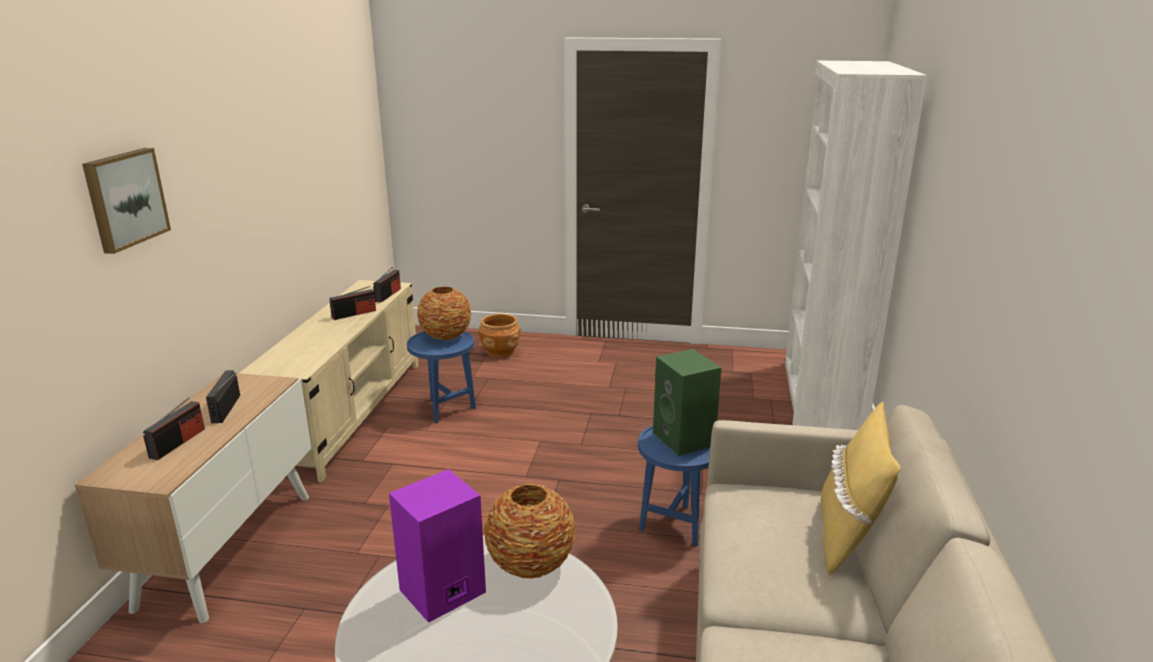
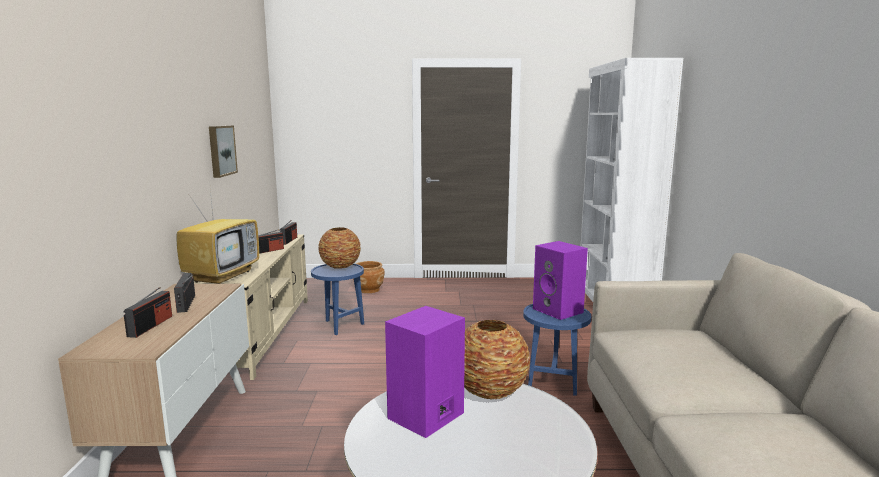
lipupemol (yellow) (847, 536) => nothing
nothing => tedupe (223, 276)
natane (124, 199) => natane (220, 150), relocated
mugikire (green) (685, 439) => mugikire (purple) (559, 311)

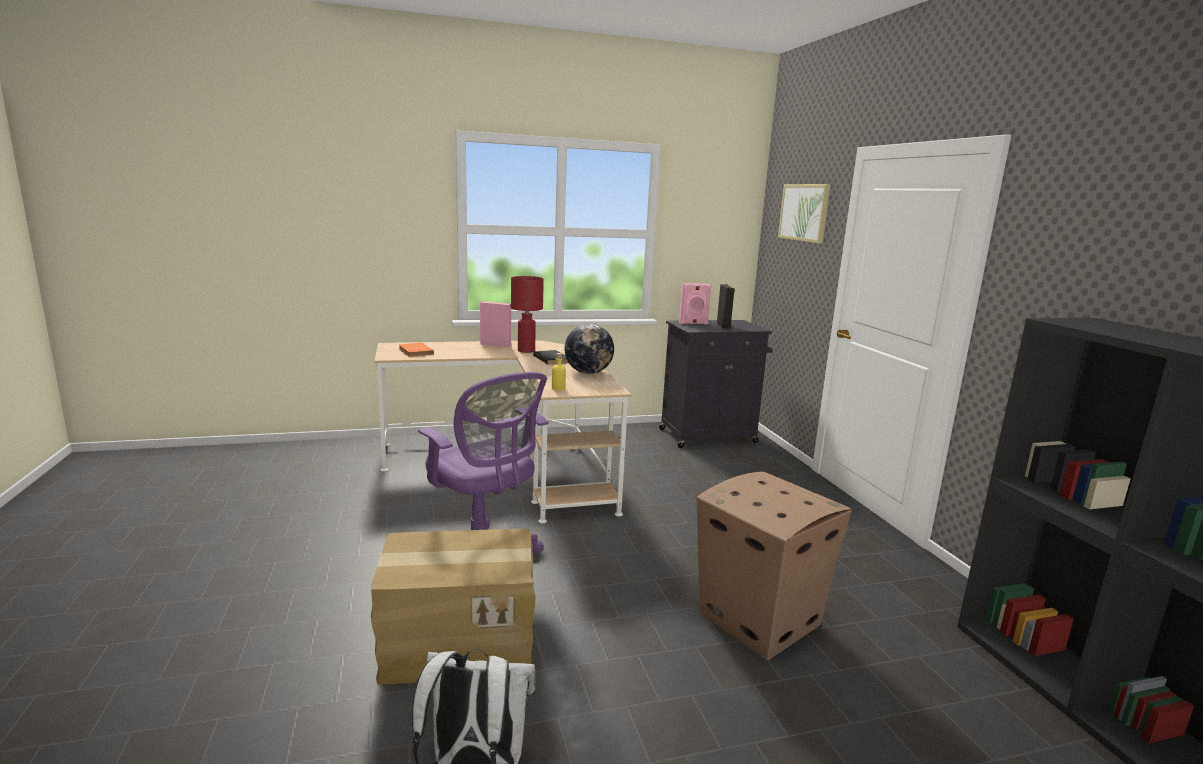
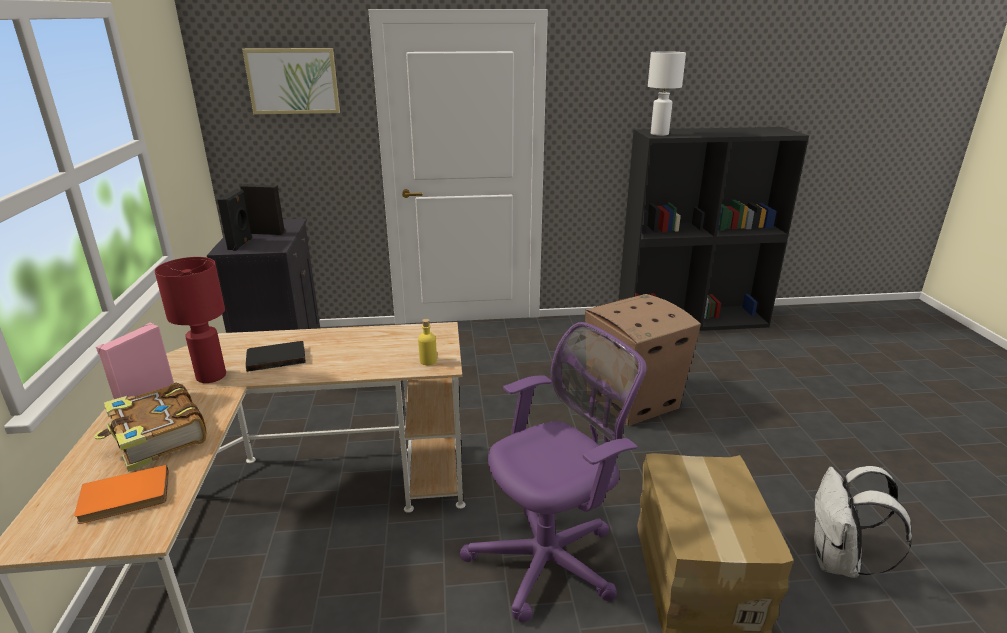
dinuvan (588, 373) => nothing
nothing => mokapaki (157, 438)
nothing => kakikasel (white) (659, 134)
mugikire (pink) (693, 323) => mugikire (black) (241, 244)

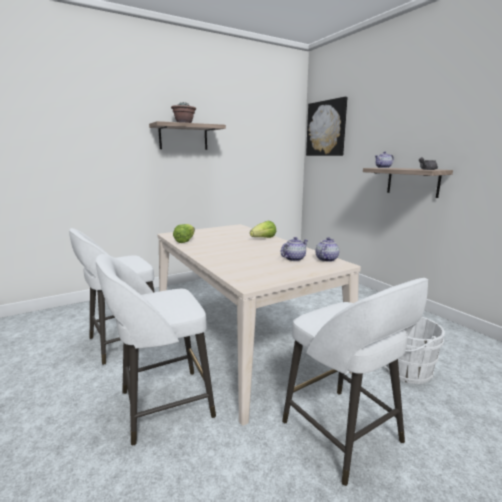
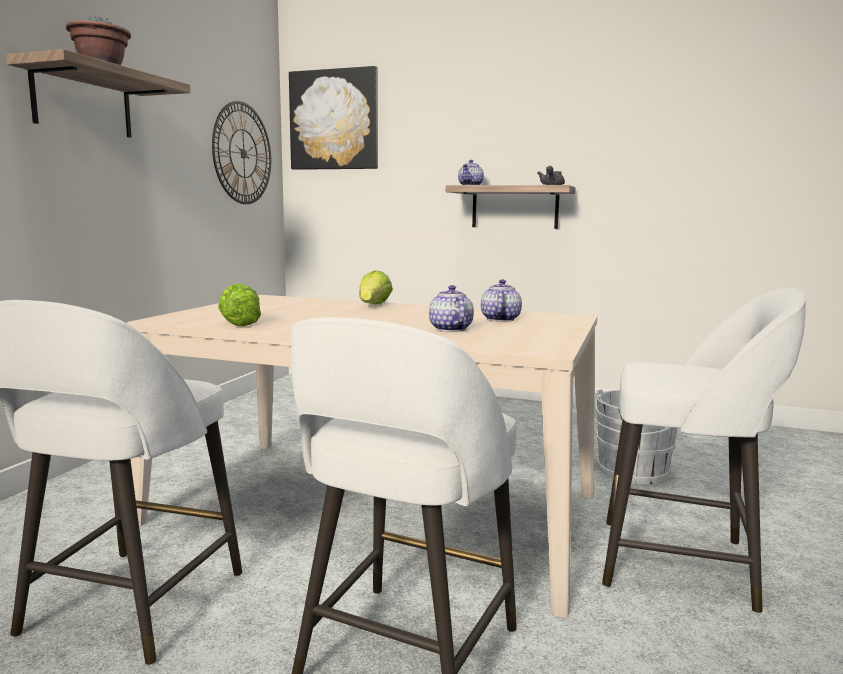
nothing => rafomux (243, 153)
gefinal (326, 259) => gefinal (449, 329), relocated

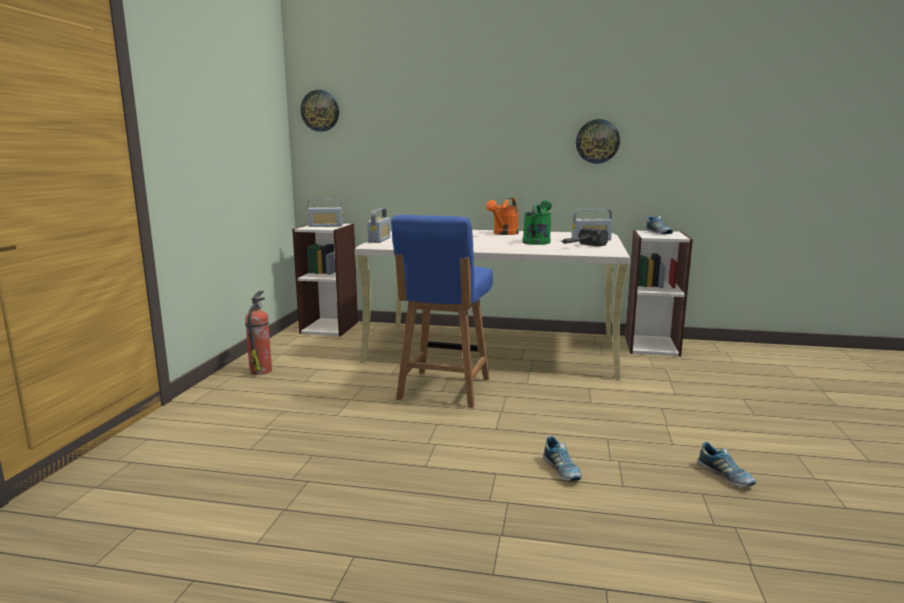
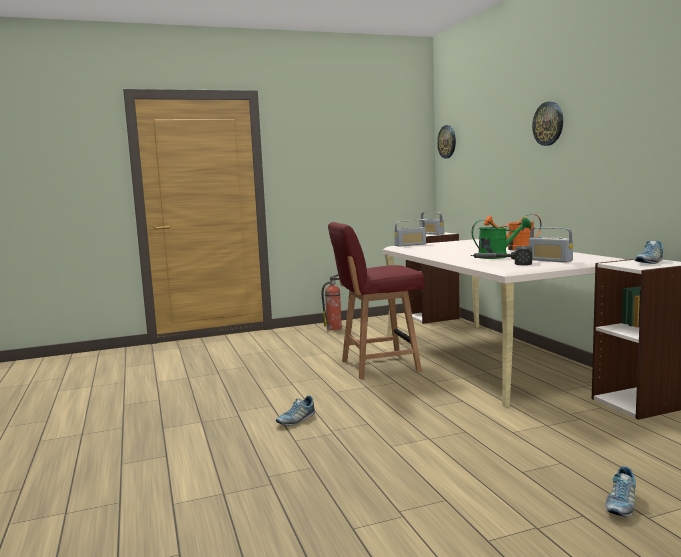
rafomux (597, 141) => rafomux (548, 123), relocated
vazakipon (725, 476) => vazakipon (621, 504), relocated
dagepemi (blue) (443, 389) => dagepemi (red) (378, 366)

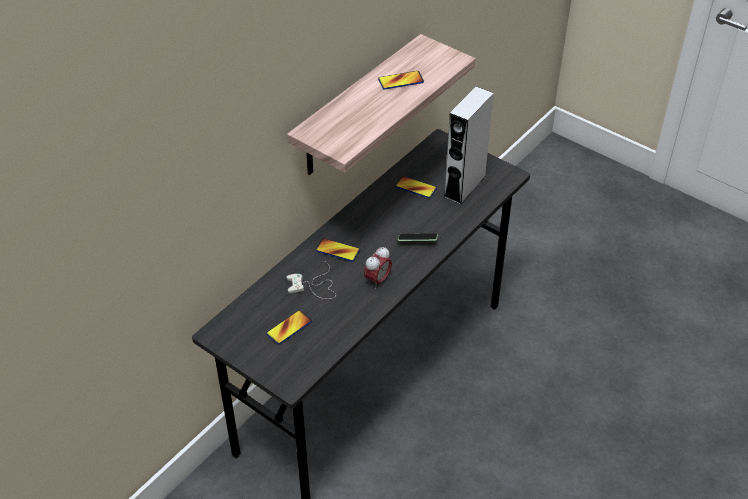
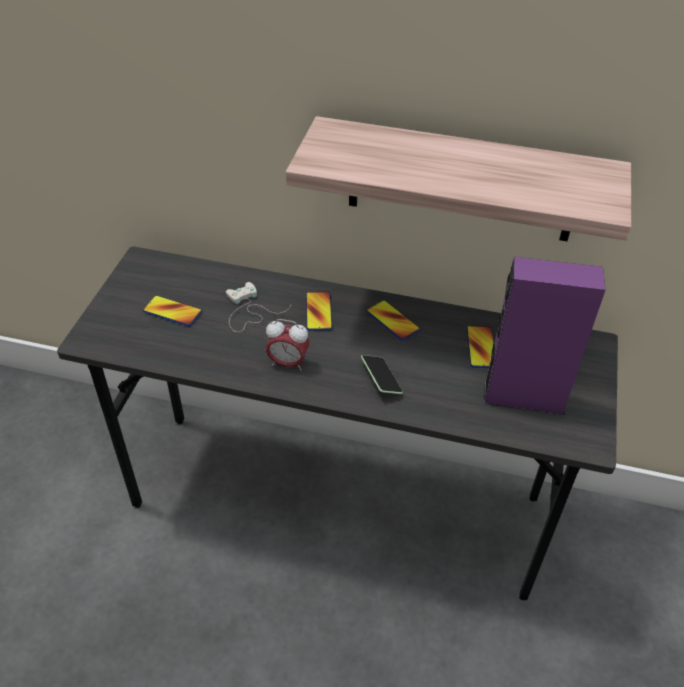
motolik (401, 81) => motolik (393, 321), relocated
mugikire (grey) (464, 186) => mugikire (purple) (523, 397)

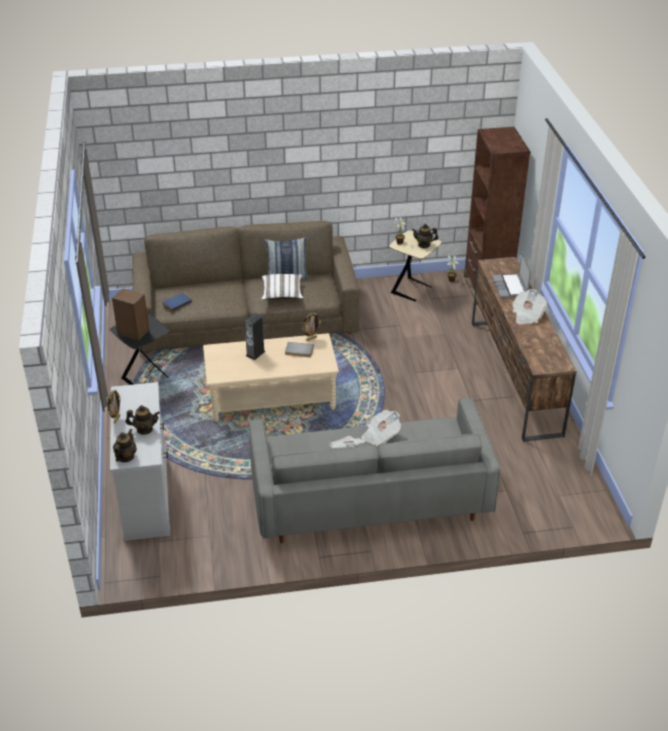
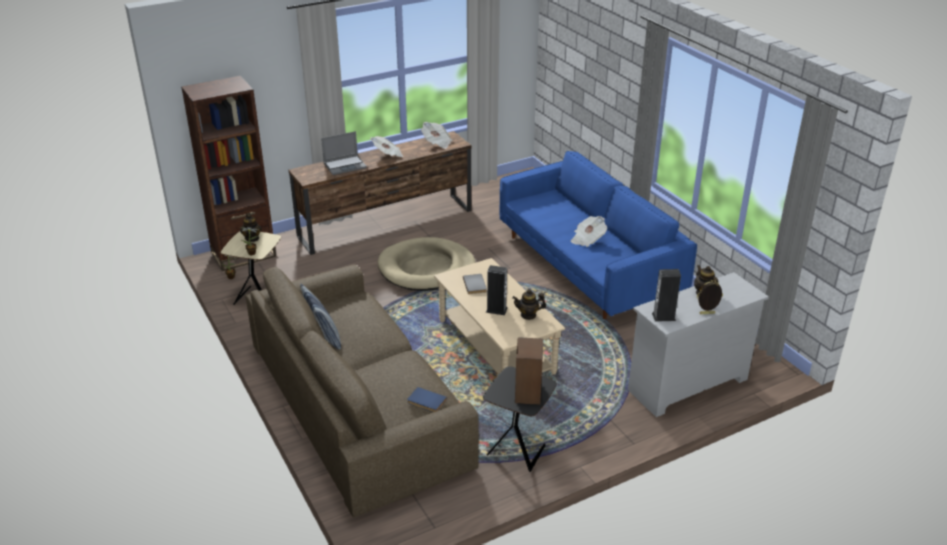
lipupemol (white) (282, 294) => nothing
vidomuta (311, 338) => nothing
nothing => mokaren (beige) (426, 268)
nothing => mugikire (663, 317)
gefinal (125, 457) => gefinal (528, 315), relocated
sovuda (380, 436) => sovuda (437, 143), relocated
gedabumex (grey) (369, 498) => gedabumex (blue) (588, 265)

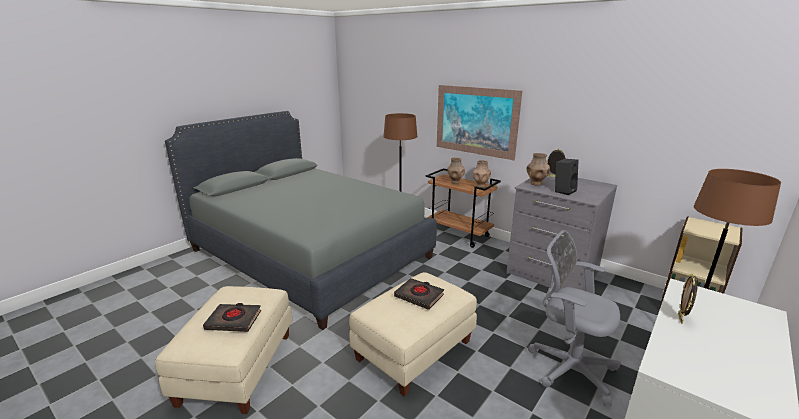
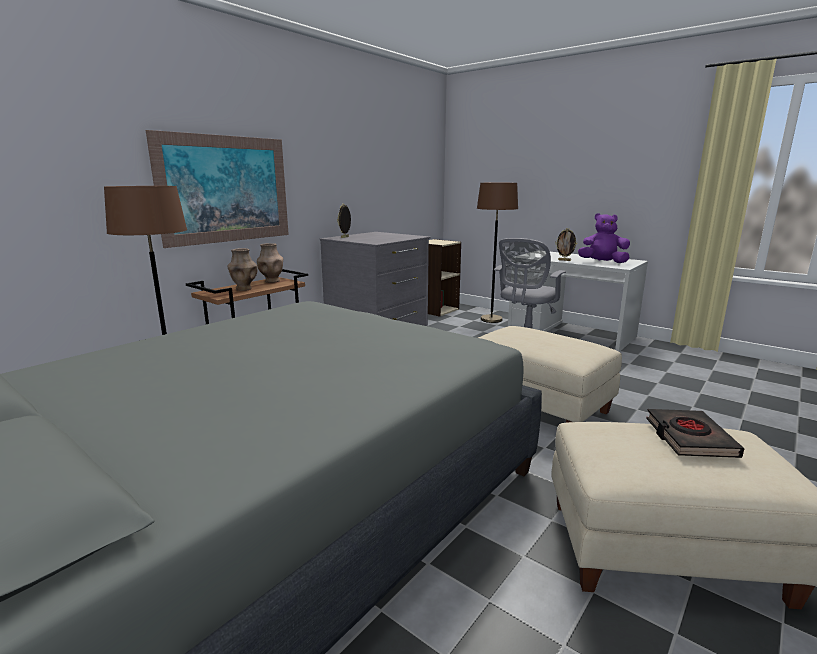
mokapaki (black) (419, 296) => nothing
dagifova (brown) (536, 183) => nothing
mugikire (black) (563, 191) => nothing
nothing => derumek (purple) (602, 262)

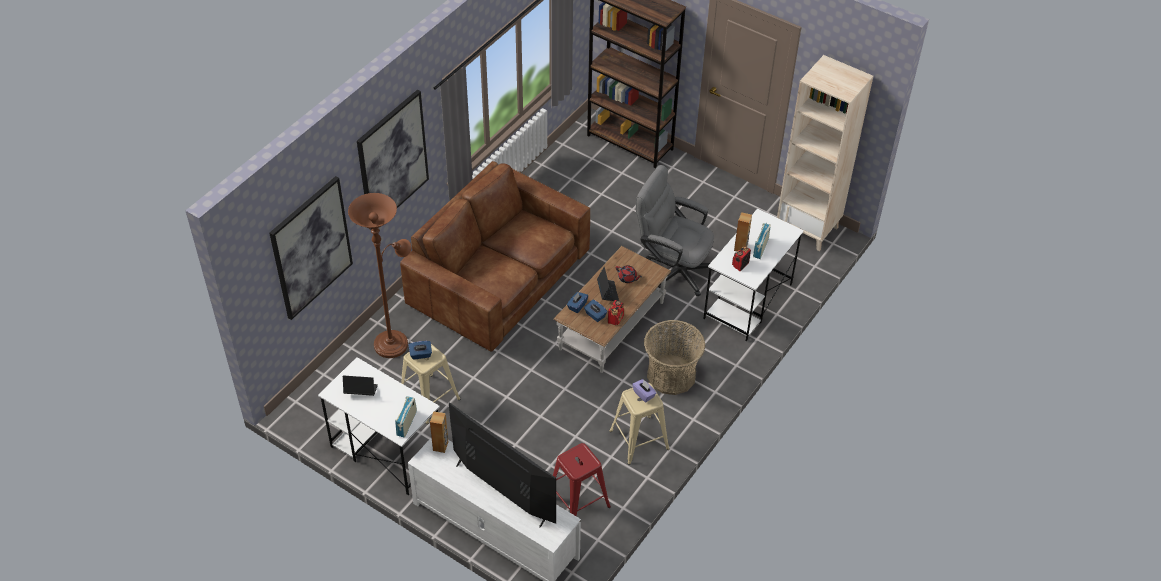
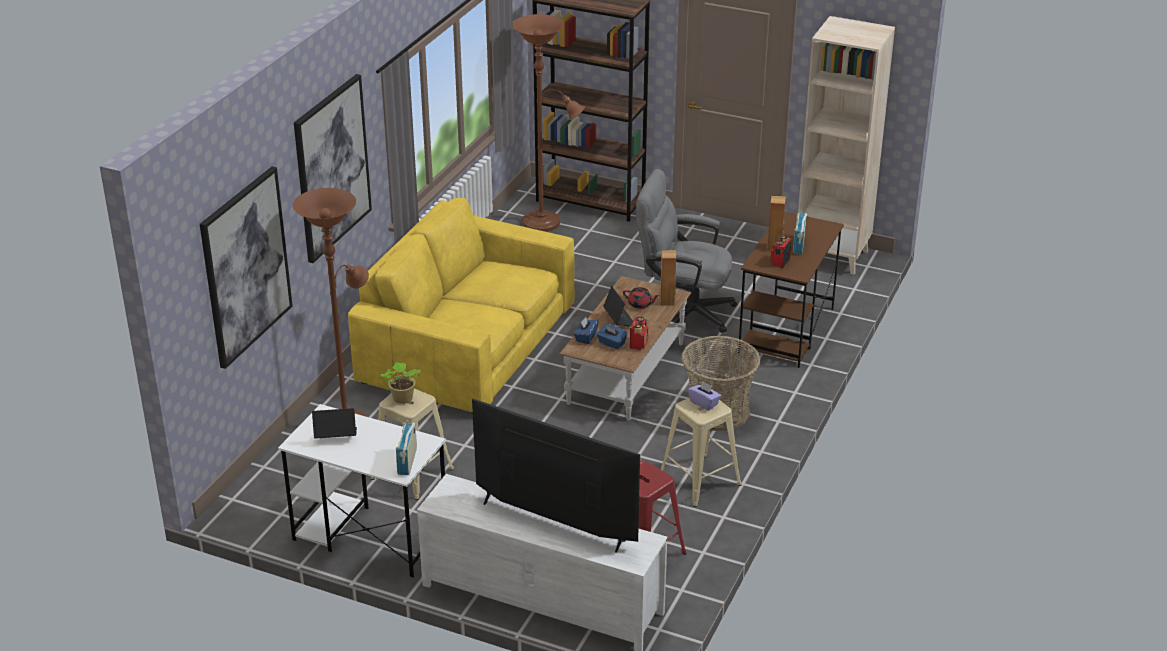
nothing => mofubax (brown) (546, 223)
mugikire (brown) (441, 446) => mugikire (brown) (667, 301), relocated
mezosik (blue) (421, 354) => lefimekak (402, 399)
gedabumex (brown) (498, 277) => gedabumex (yellow) (467, 343)
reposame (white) (747, 302) => reposame (brown) (786, 331)

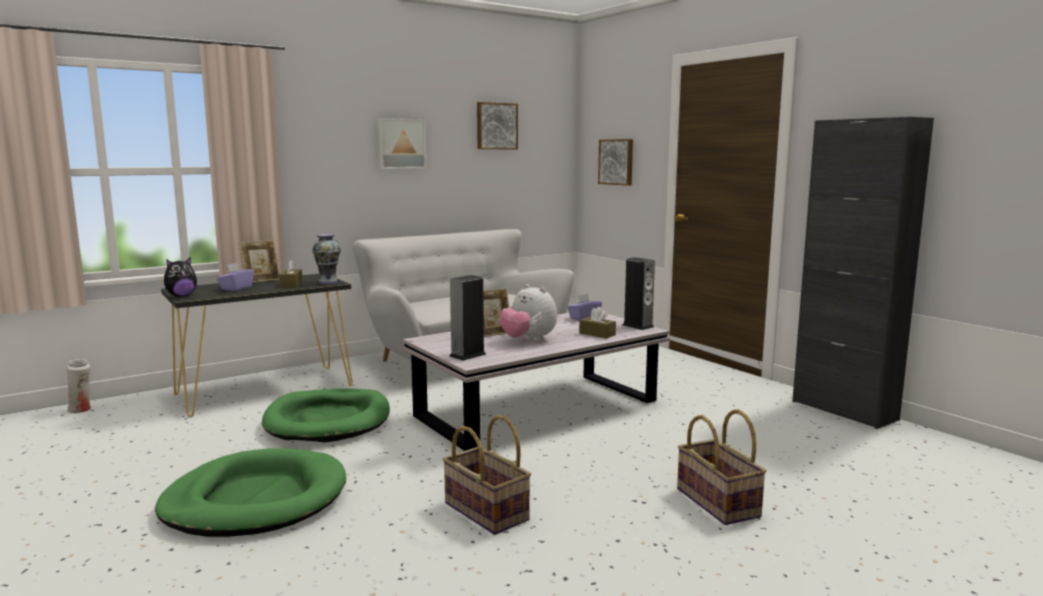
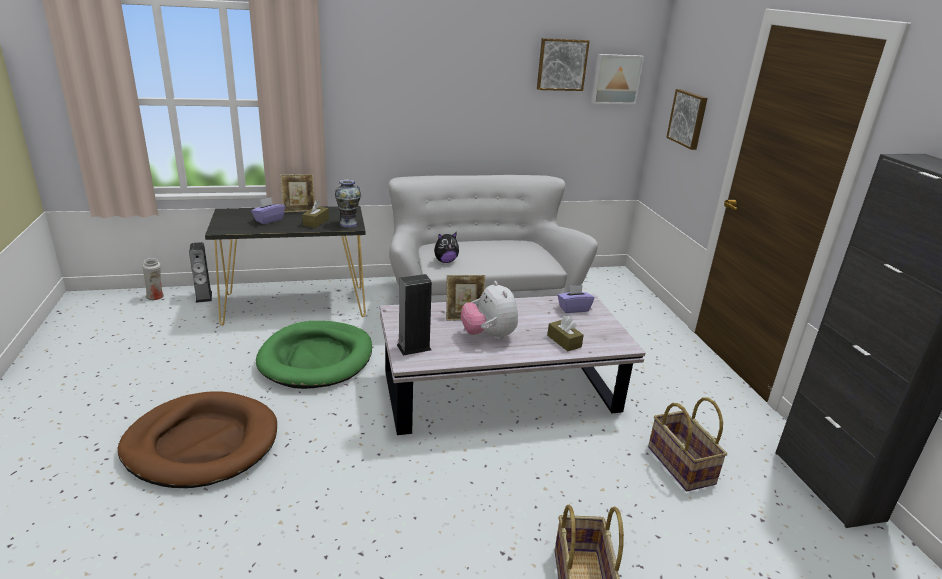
derumek (181, 296) => derumek (445, 261), relocated
natane (401, 144) => natane (616, 79), relocated
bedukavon (484, 512) => bedukavon (679, 465), relocated
mugikire (638, 326) => mugikire (204, 297), relocated
mokaren (green) (255, 500) => mokaren (brown) (202, 444)

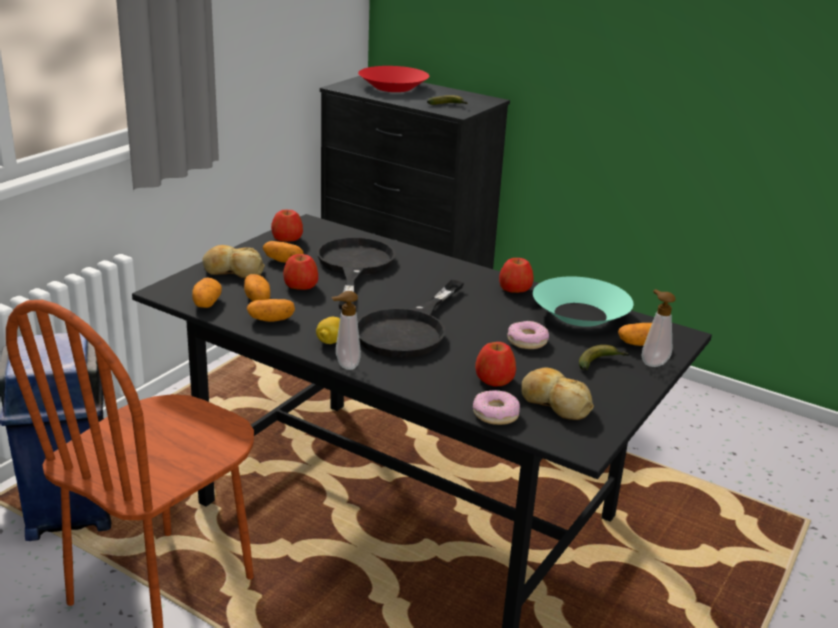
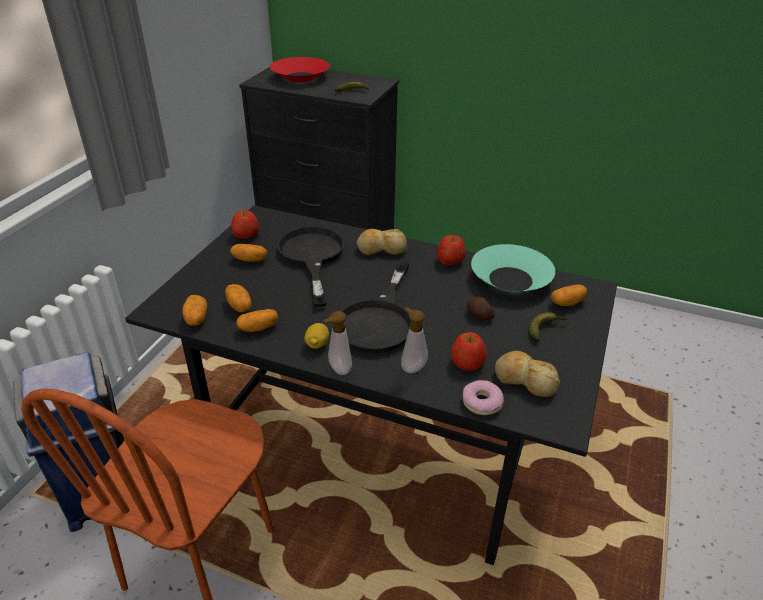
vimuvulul (300, 286) => nothing
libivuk (233, 271) => libivuk (381, 249), relocated
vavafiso (652, 362) => vavafiso (412, 367), relocated
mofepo (527, 341) => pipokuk (479, 315)

